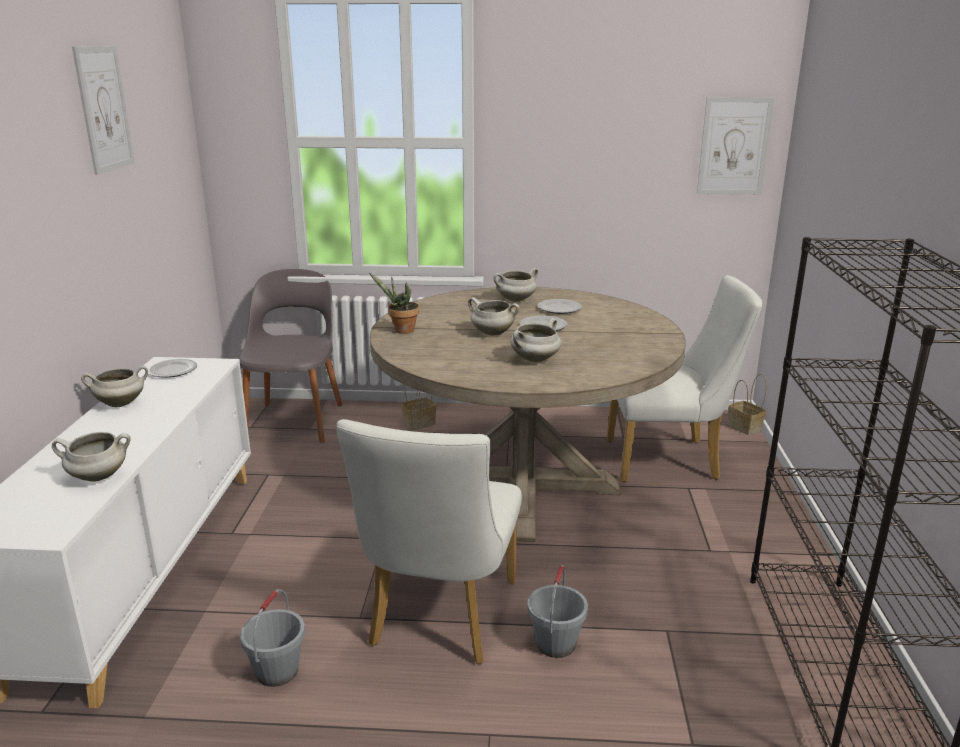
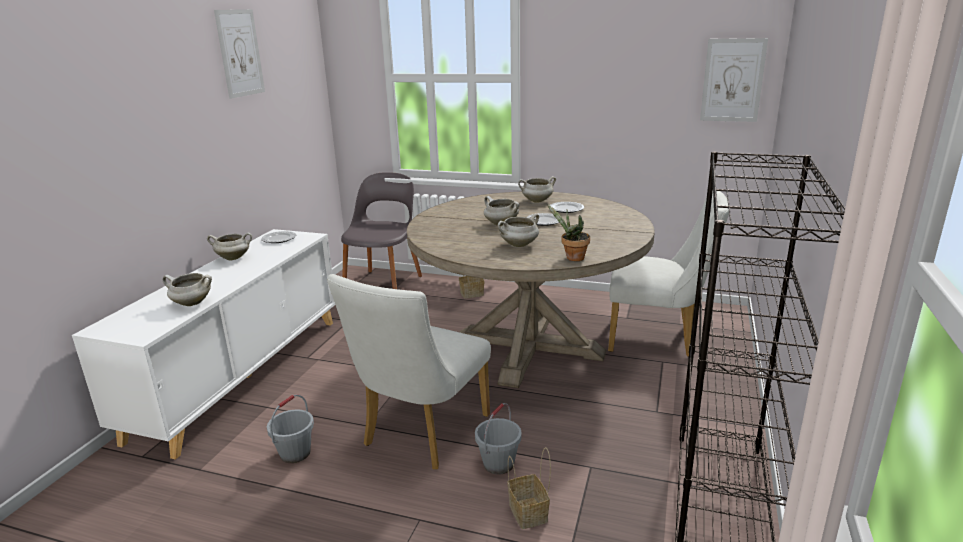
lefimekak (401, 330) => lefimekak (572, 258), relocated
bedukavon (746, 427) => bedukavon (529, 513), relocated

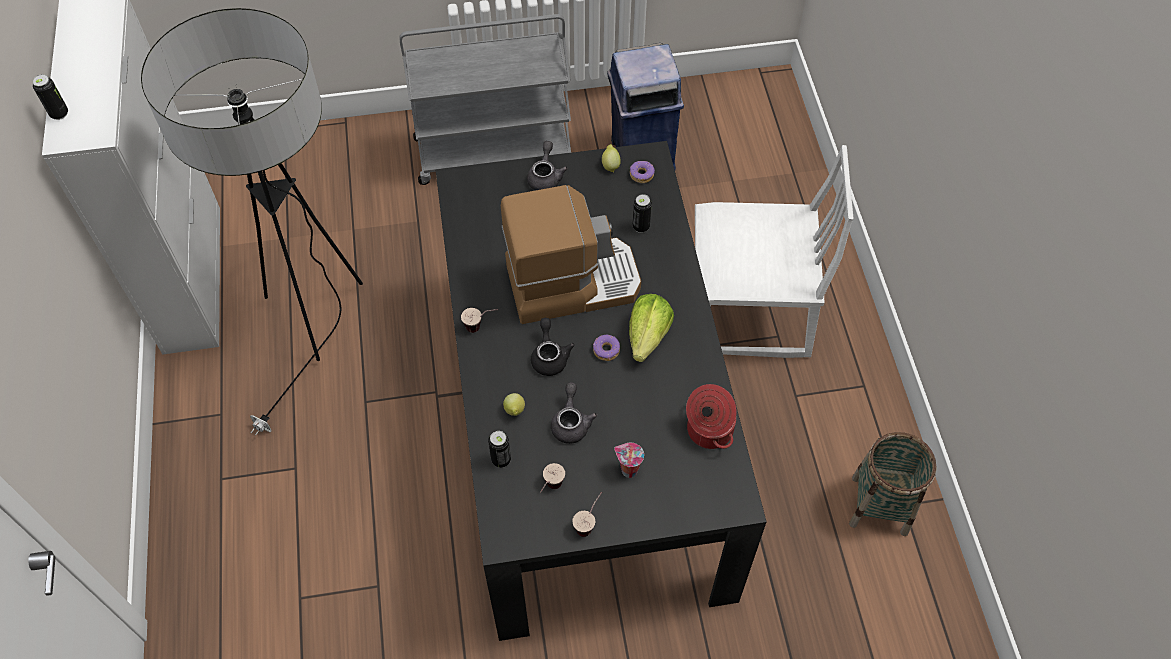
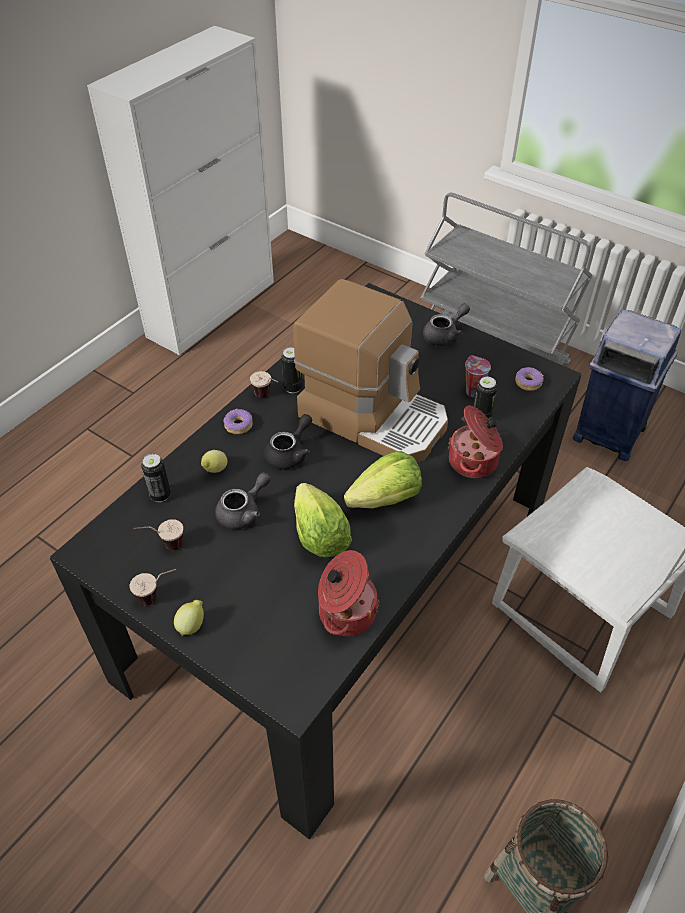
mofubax (314, 323) => nothing
nothing => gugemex (319, 535)
nothing => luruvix (474, 462)
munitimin (59, 114) => munitimin (293, 388), relocated
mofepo (606, 350) => mofepo (238, 425), relocated
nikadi (610, 165) => nikadi (192, 625), relocated
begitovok (628, 470) => begitovok (472, 391), relocated

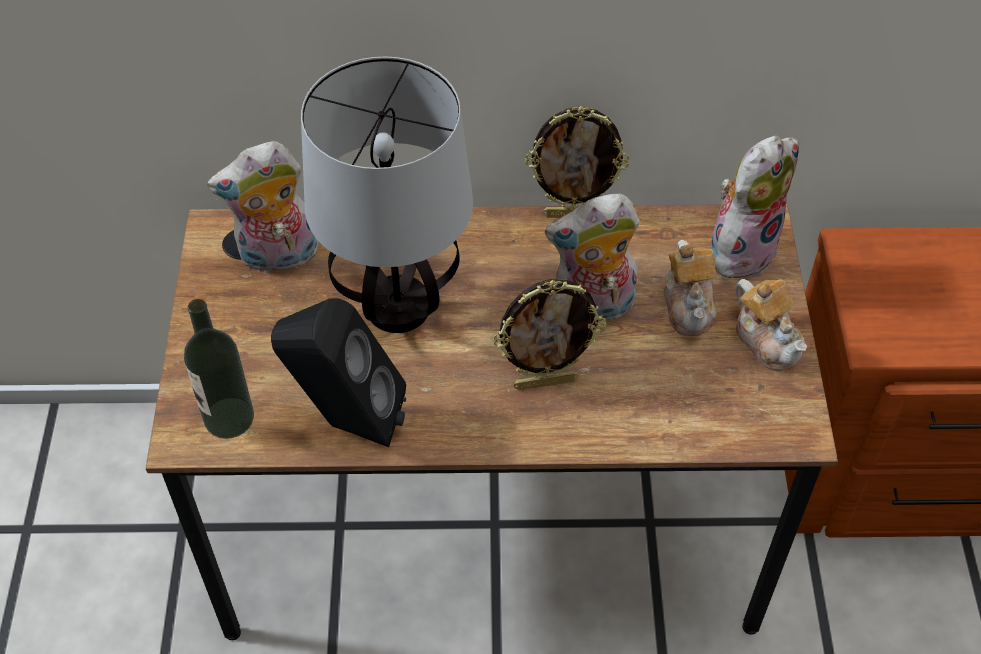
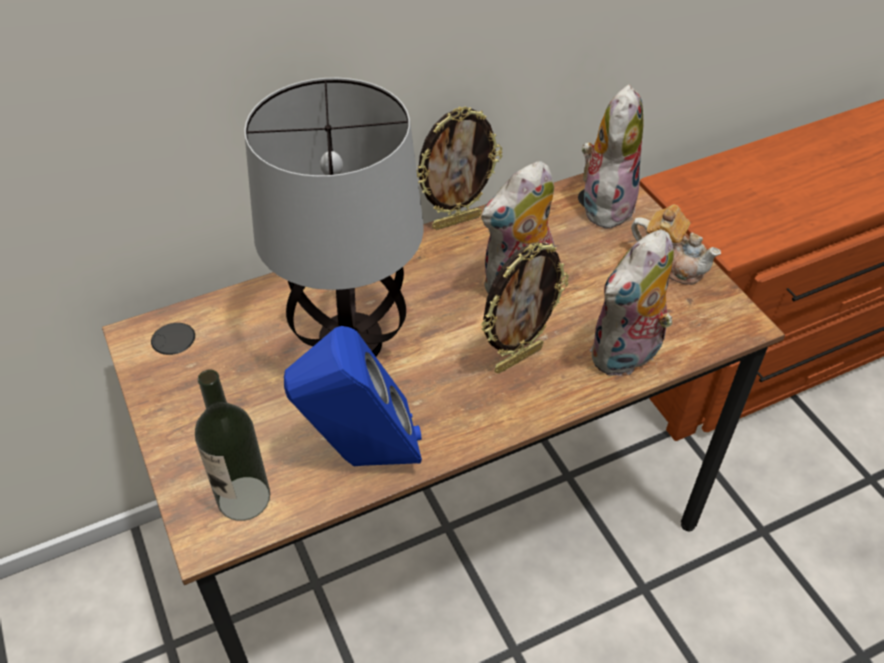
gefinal (689, 305) => nothing
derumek (278, 257) => derumek (626, 356), relocated
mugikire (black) (346, 421) => mugikire (blue) (361, 458)

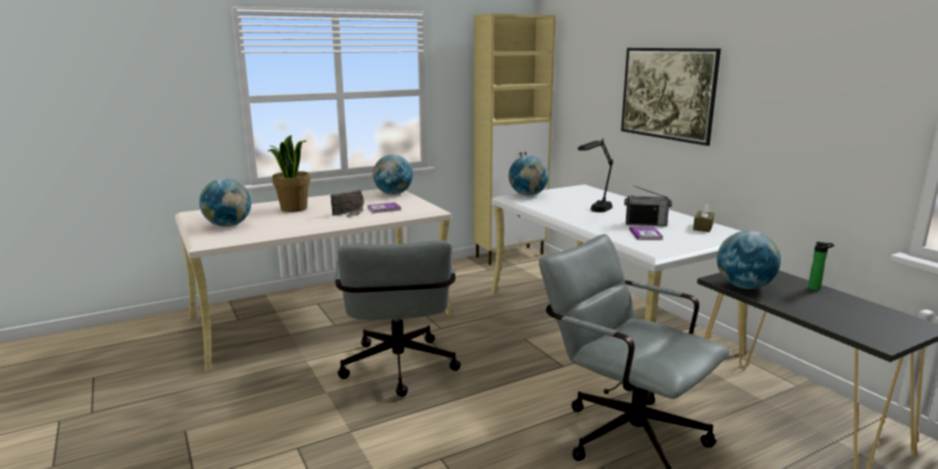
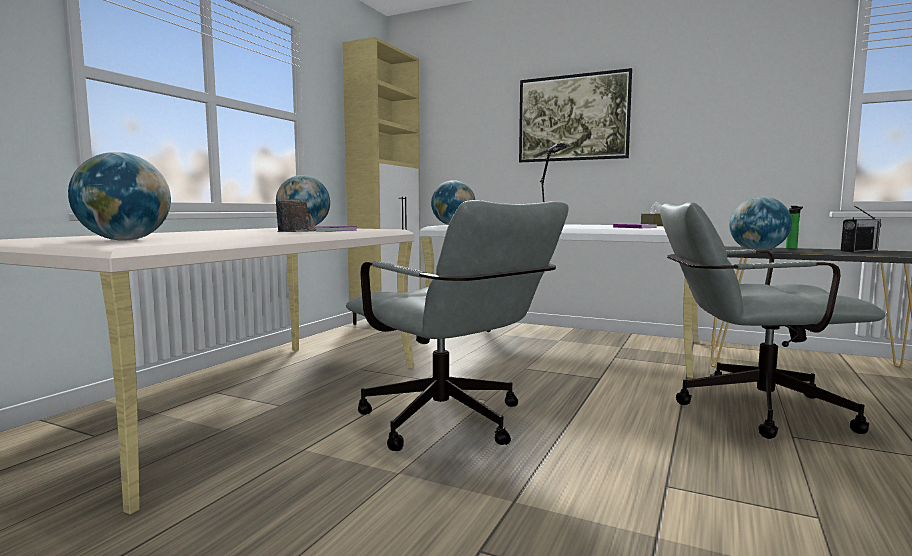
lefimekak (293, 208) => nothing
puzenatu (645, 224) => puzenatu (859, 251), relocated

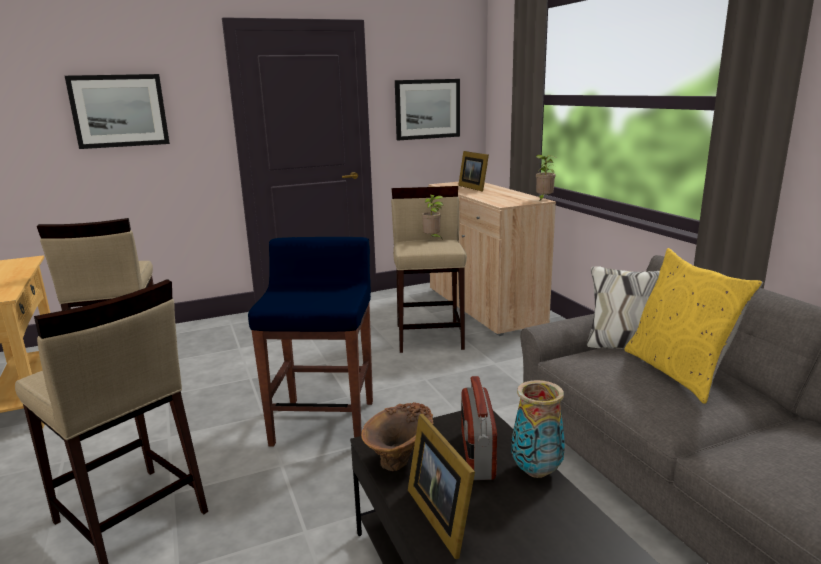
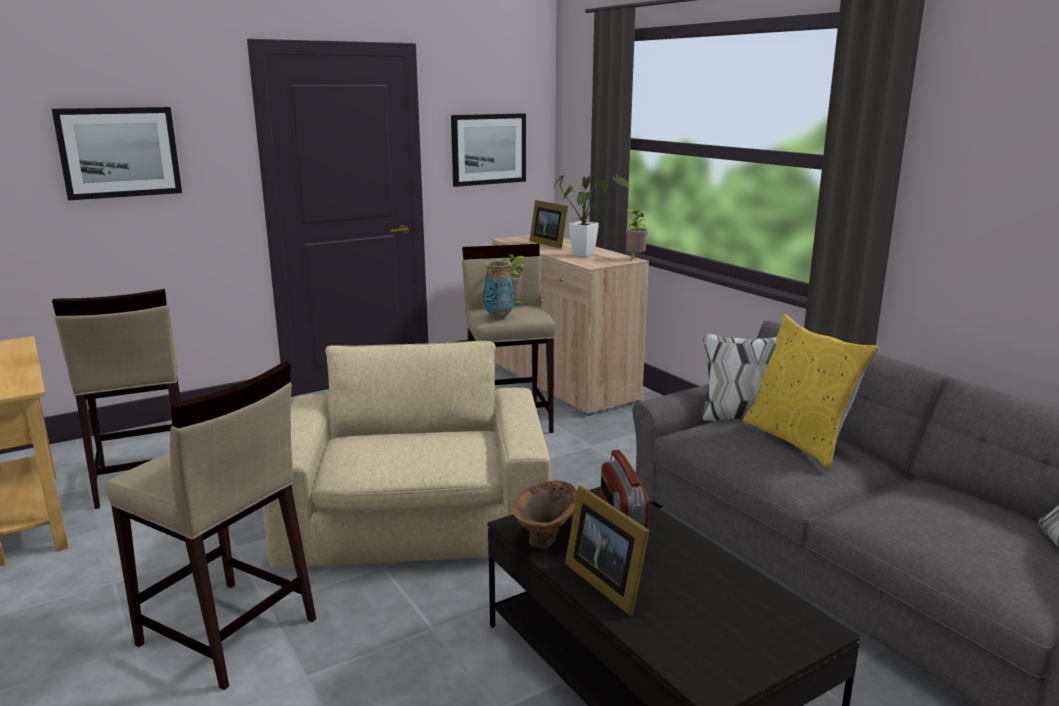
nothing => lefimekak (586, 254)
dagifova (537, 471) => dagifova (499, 316), relocated
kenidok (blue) (324, 422) => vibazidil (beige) (416, 519)

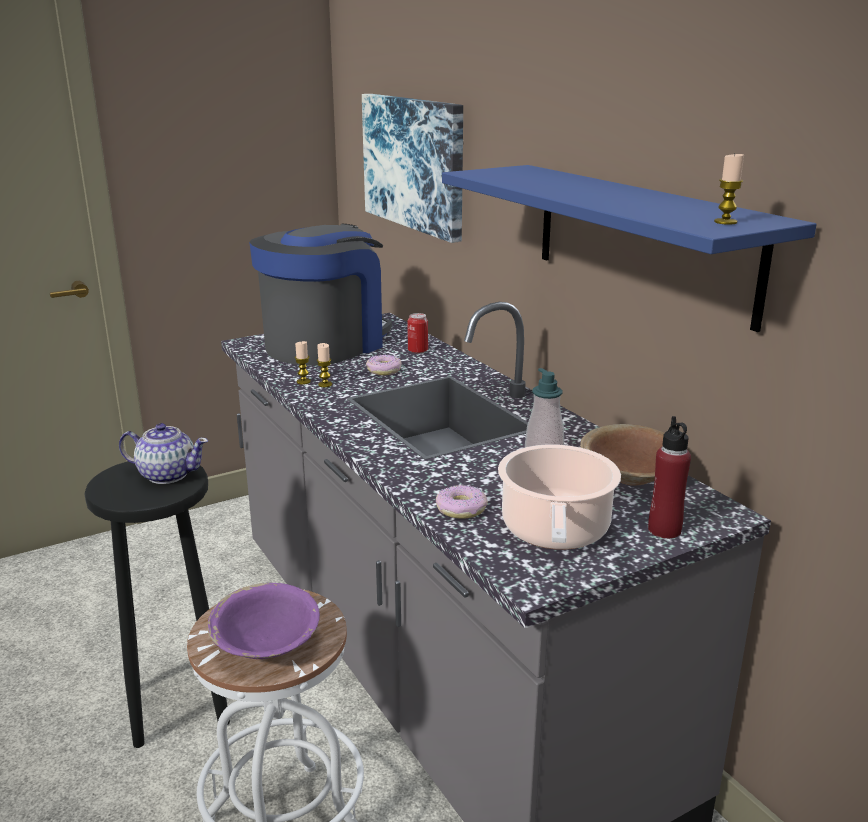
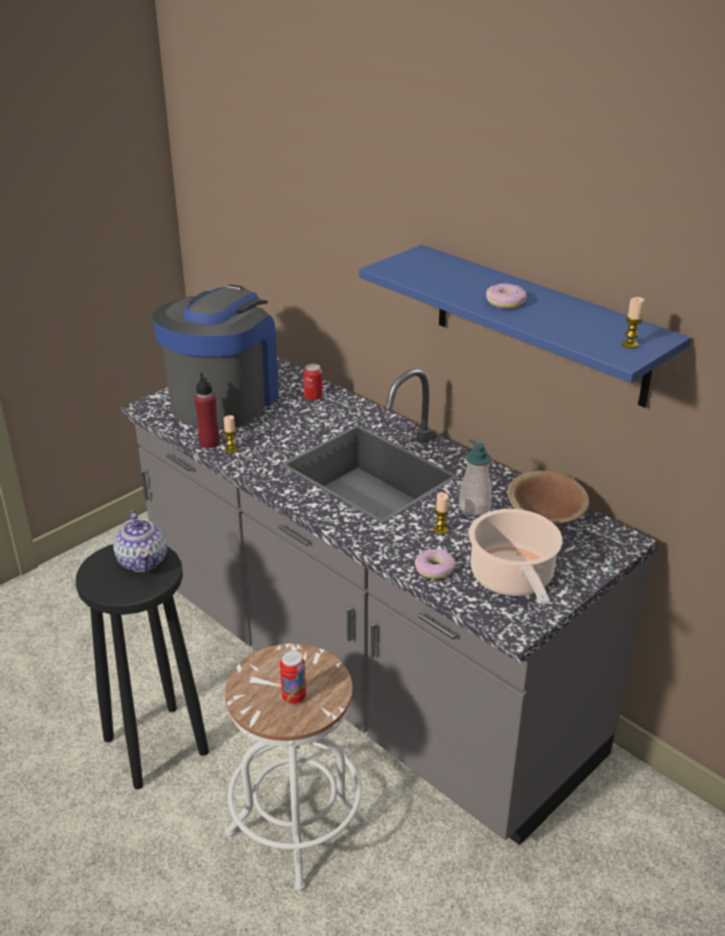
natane (415, 163) => nothing
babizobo (325, 384) => babizobo (440, 530), relocated
mofepo (383, 370) => mofepo (505, 302), relocated
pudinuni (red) (664, 530) => pudinuni (red) (209, 443), relocated
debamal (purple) (266, 644) => munitimin (294, 697)
gefinal (167, 474) => gefinal (143, 561), 75 degrees clockwise

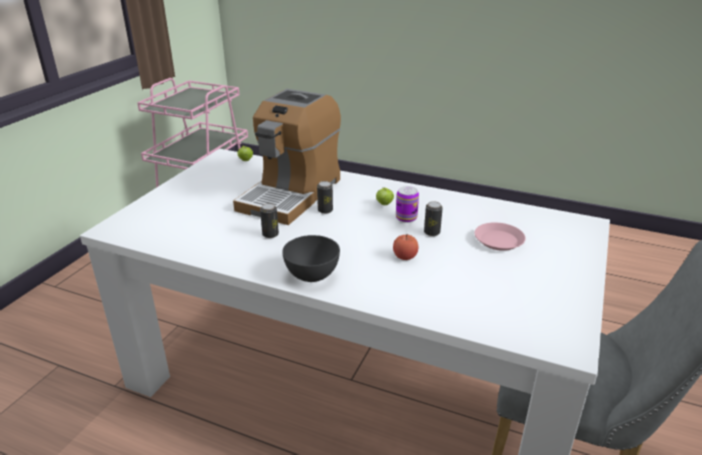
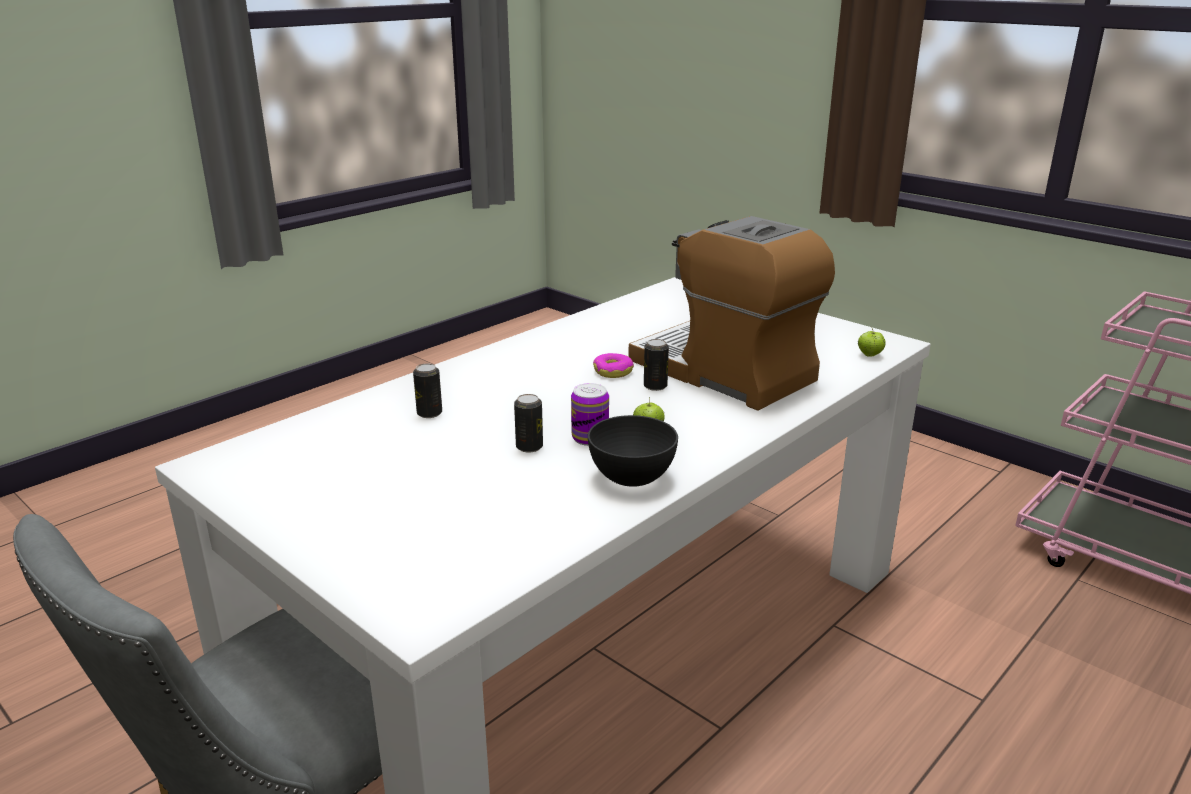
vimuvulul (405, 256) => nothing
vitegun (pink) (498, 240) => nothing
nothing => mofepo (613, 371)
munitimin (270, 234) => munitimin (429, 413), relocated
debamal (grey) (311, 275) => debamal (grey) (632, 477), relocated

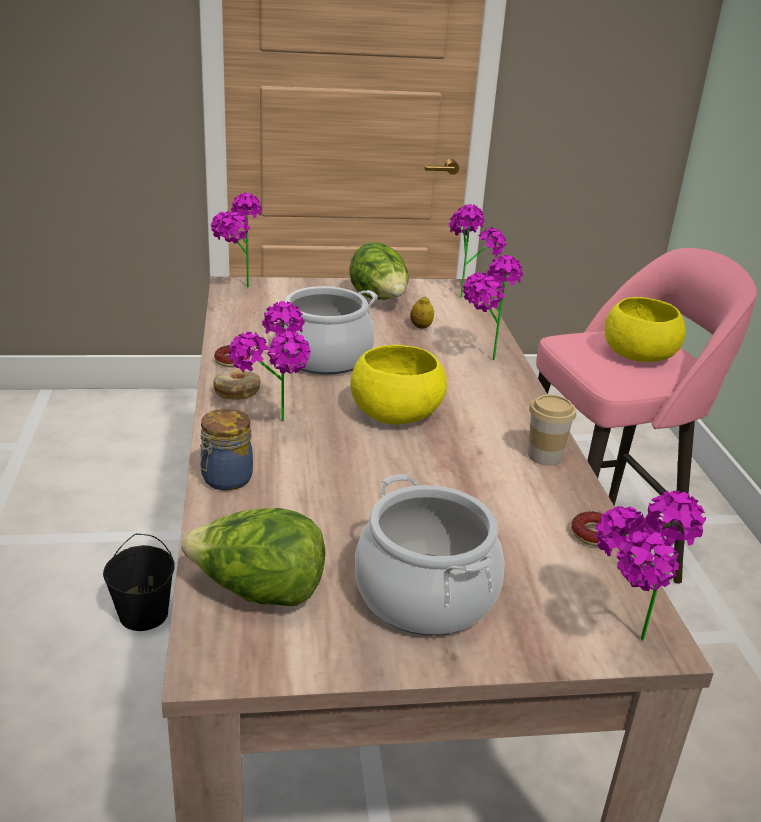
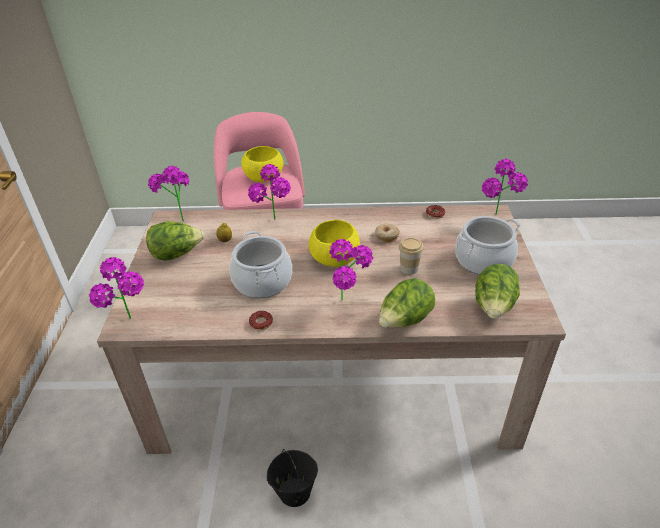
mofepo (237, 391) => mofepo (386, 236), relocated
begitovok (544, 456) => begitovok (409, 268), relocated
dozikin (225, 479) => gugemex (405, 321)

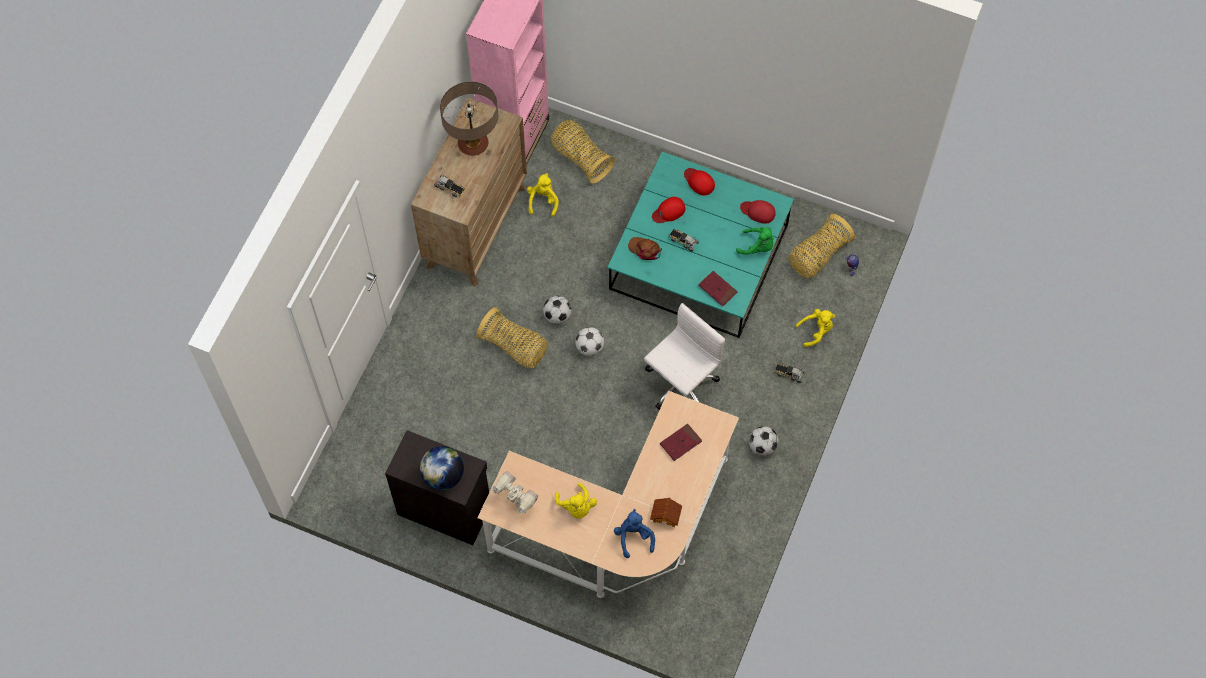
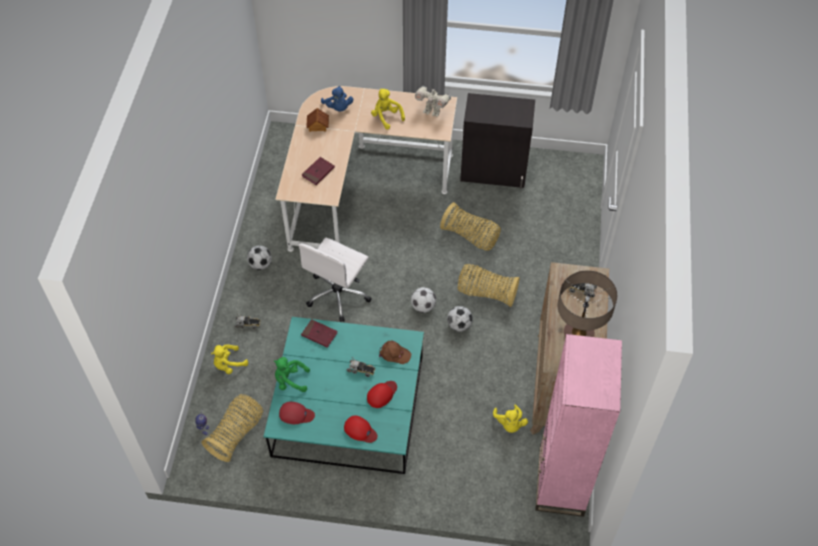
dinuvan (443, 475) => nothing
bedukavon (581, 158) => bedukavon (471, 236), relocated

